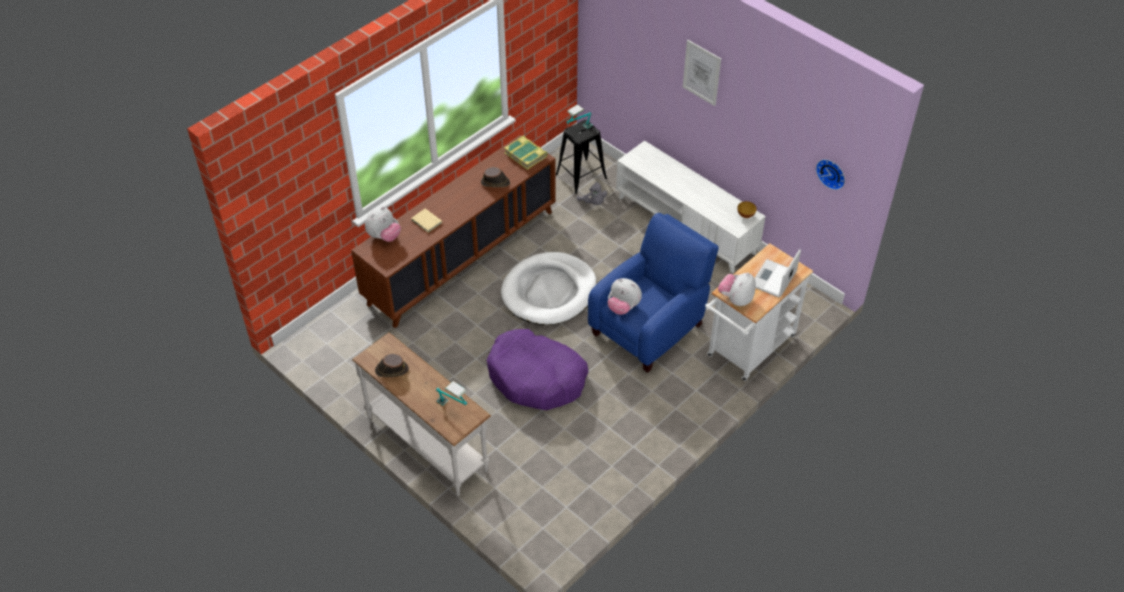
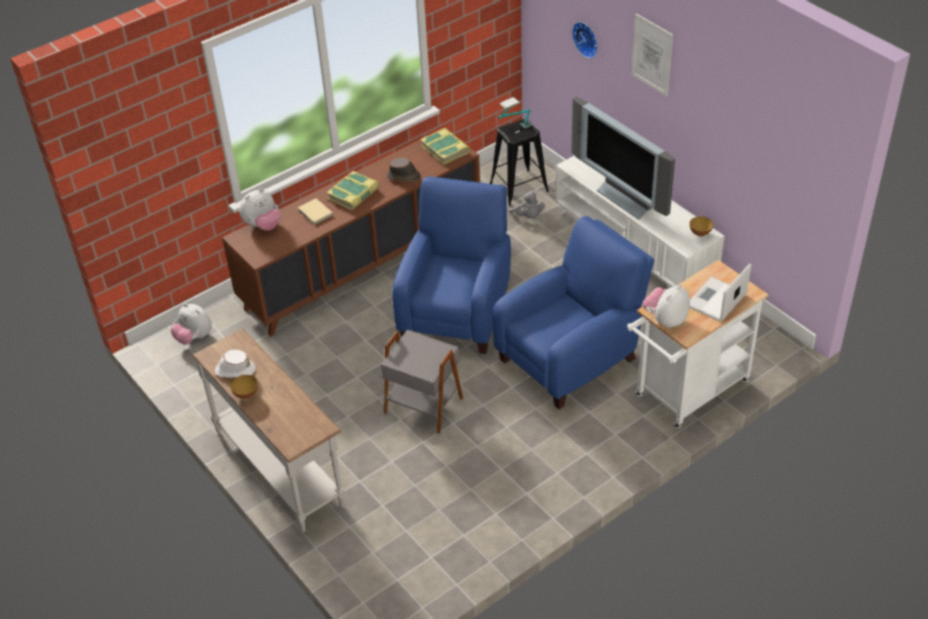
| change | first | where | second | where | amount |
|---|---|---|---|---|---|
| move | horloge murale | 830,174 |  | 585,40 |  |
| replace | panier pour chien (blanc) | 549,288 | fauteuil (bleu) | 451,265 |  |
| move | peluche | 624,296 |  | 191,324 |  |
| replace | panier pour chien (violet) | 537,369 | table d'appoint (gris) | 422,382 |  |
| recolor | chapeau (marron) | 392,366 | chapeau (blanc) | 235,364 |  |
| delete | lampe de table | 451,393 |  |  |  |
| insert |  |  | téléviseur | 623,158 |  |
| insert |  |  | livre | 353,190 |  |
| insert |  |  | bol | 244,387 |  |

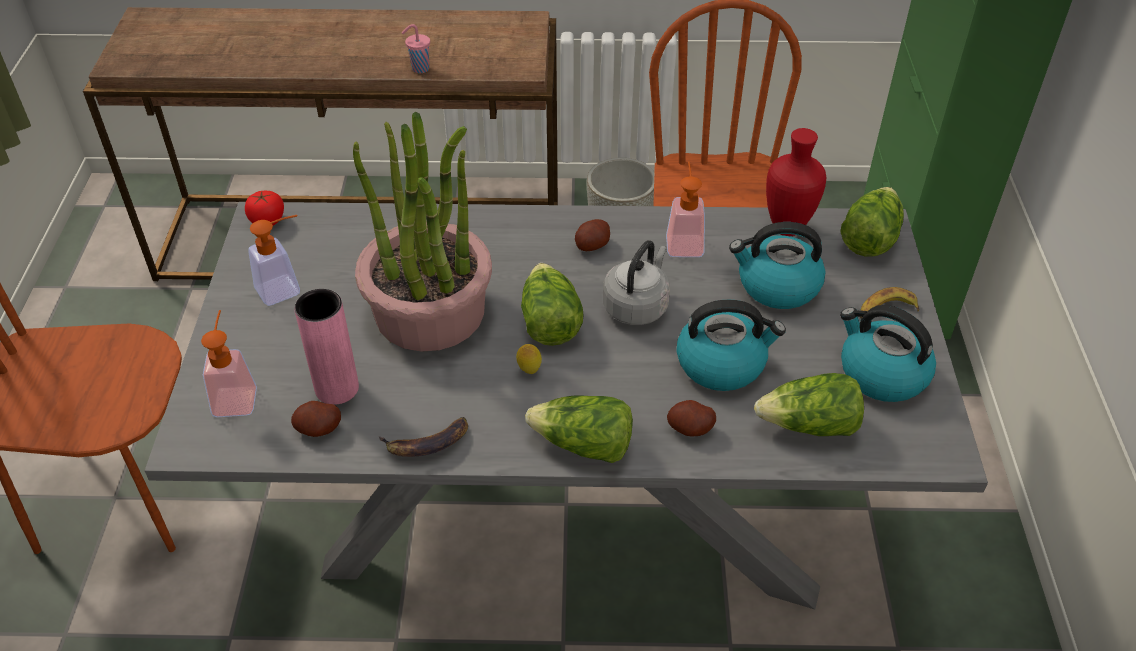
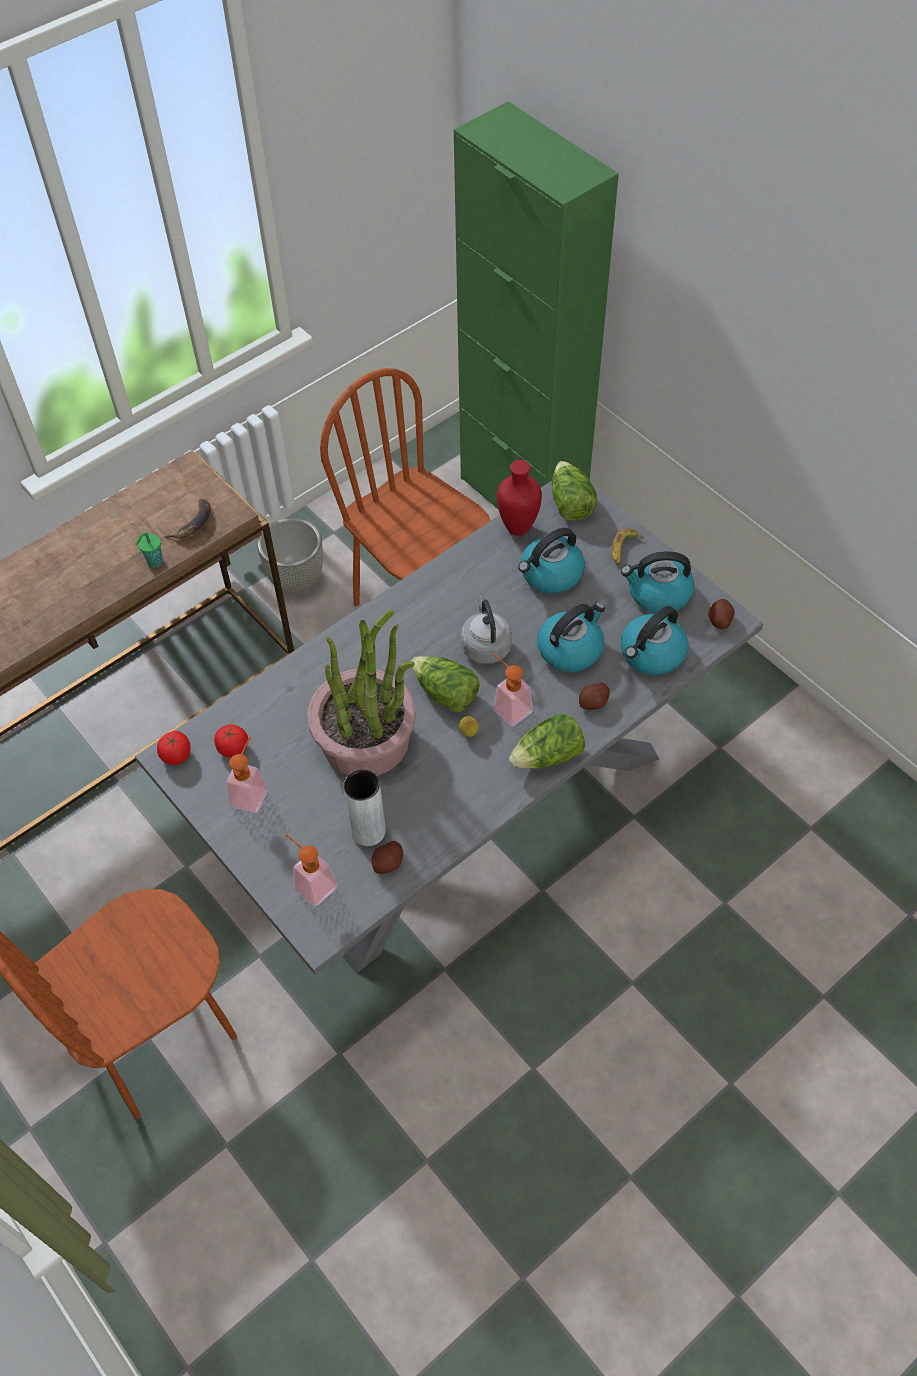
| change | first | where | second | where | amount |
|---|---|---|---|---|---|
| recolor | tasse (rose) | 416,48 | tasse (vert) | 149,550 |  |
| move | distributeur de savon | 685,209 |  | 513,690 |  |
| move | pomme de terre | 592,235 |  | 721,614 |  |
| recolor | vase (rose) | 326,347 | vase (gris) | 364,807 |  |
| replace | laitue | 809,404 | bouilloire | 654,640 |  |
| move | banane | 423,437 |  | 187,519 |  |
| insert |  |  | tomate | 231,741 |  |

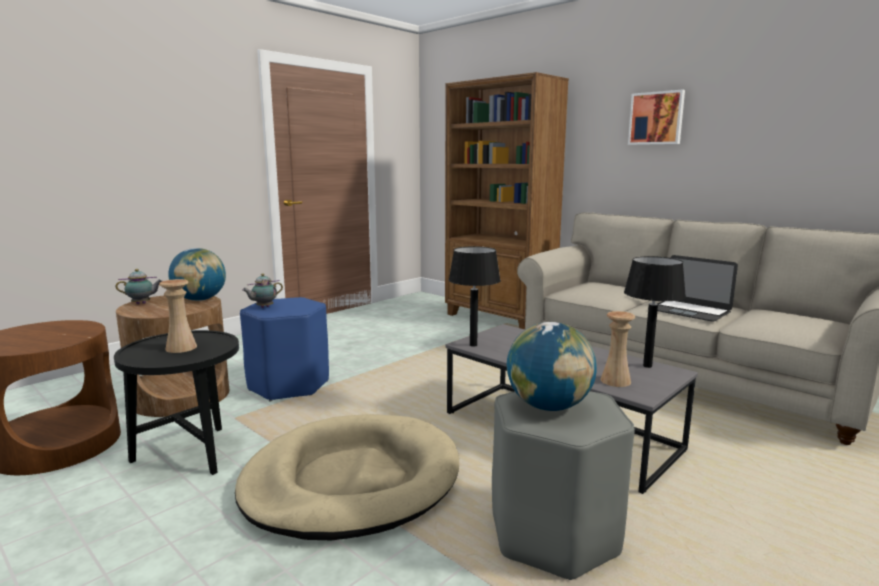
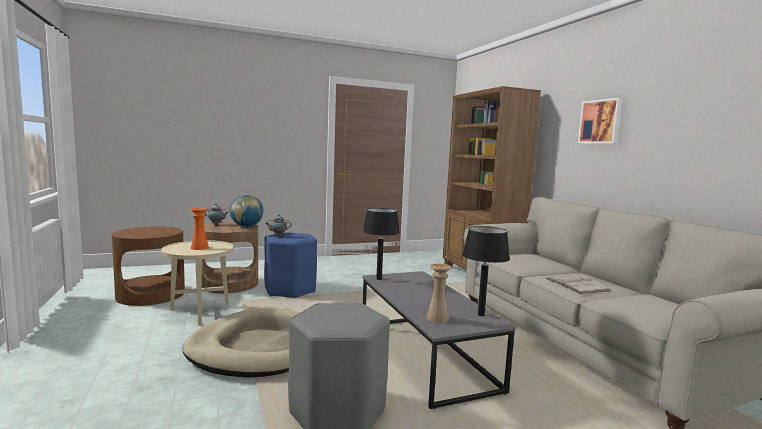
| change | first | where | second | where | amount |
|---|---|---|---|---|---|
| replace | ordinateur portable | 693,288 | livre (blanc) | 578,283 |  |
| recolor | vase (beige) | 178,316 | vase (orange) | 200,229 |  |
| delete | globe | 551,366 |  |  |  |
| recolor | table d'appoint (noir) | 176,402 | table d'appoint (beige) | 197,283 |  |

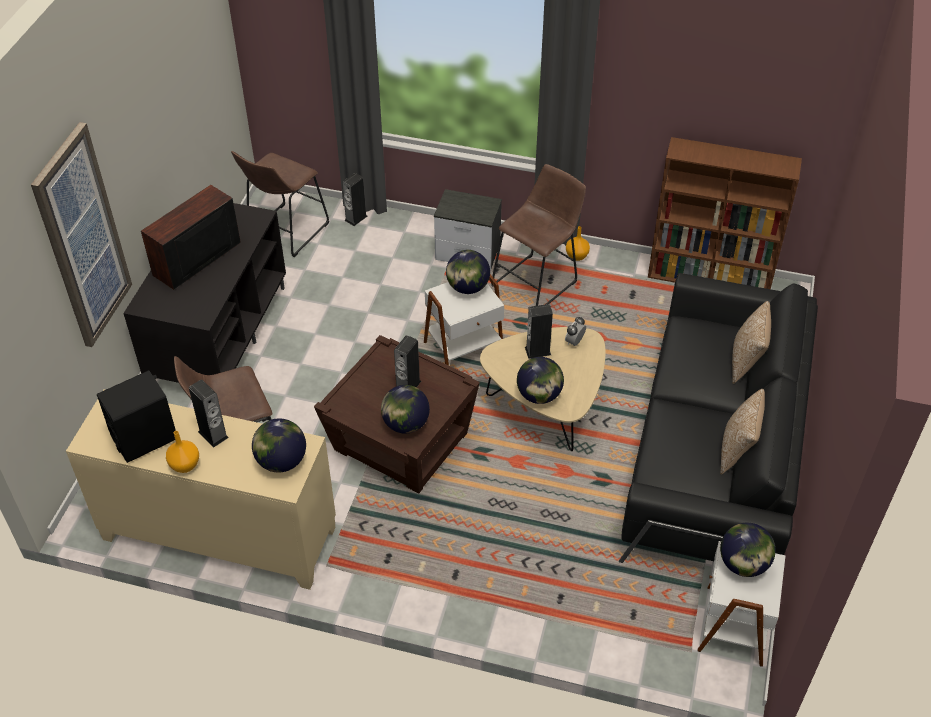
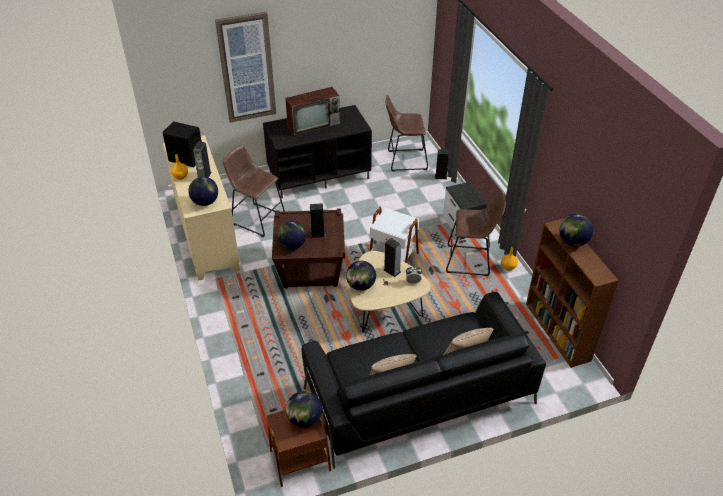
| change | first | where | second | where | amount |
|---|---|---|---|---|---|
| rotate | téléviseur | 191,237 |  | 312,111 | 150 degrees clockwise |
| move | globe | 468,272 |  | 576,230 |  |
| recolor | table d'appoint (blanc) | 741,604 | table d'appoint (marron) | 299,448 |  |

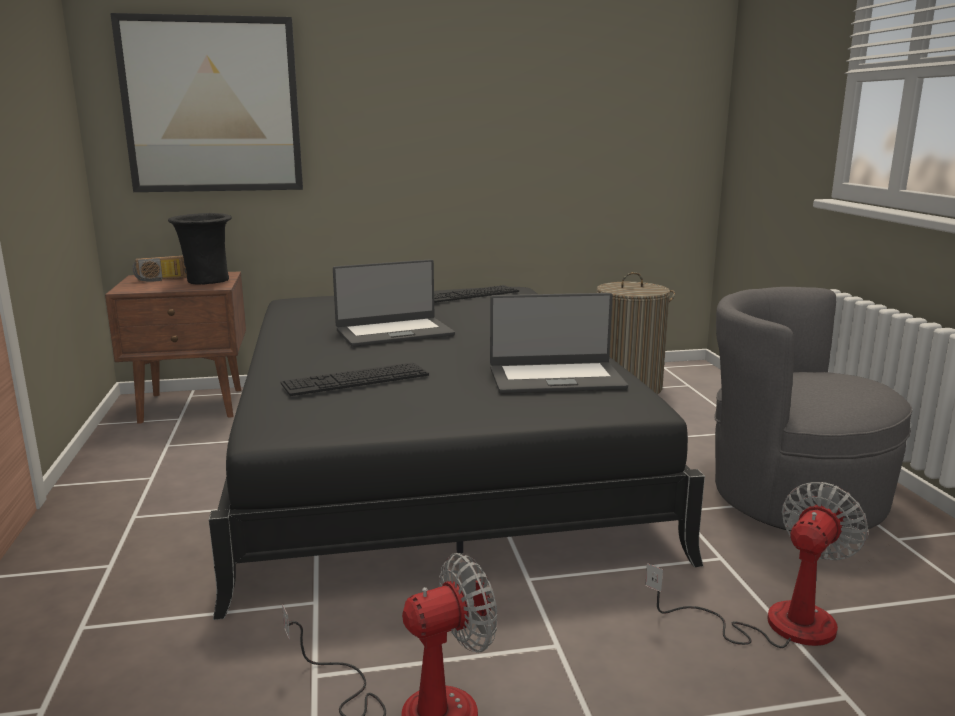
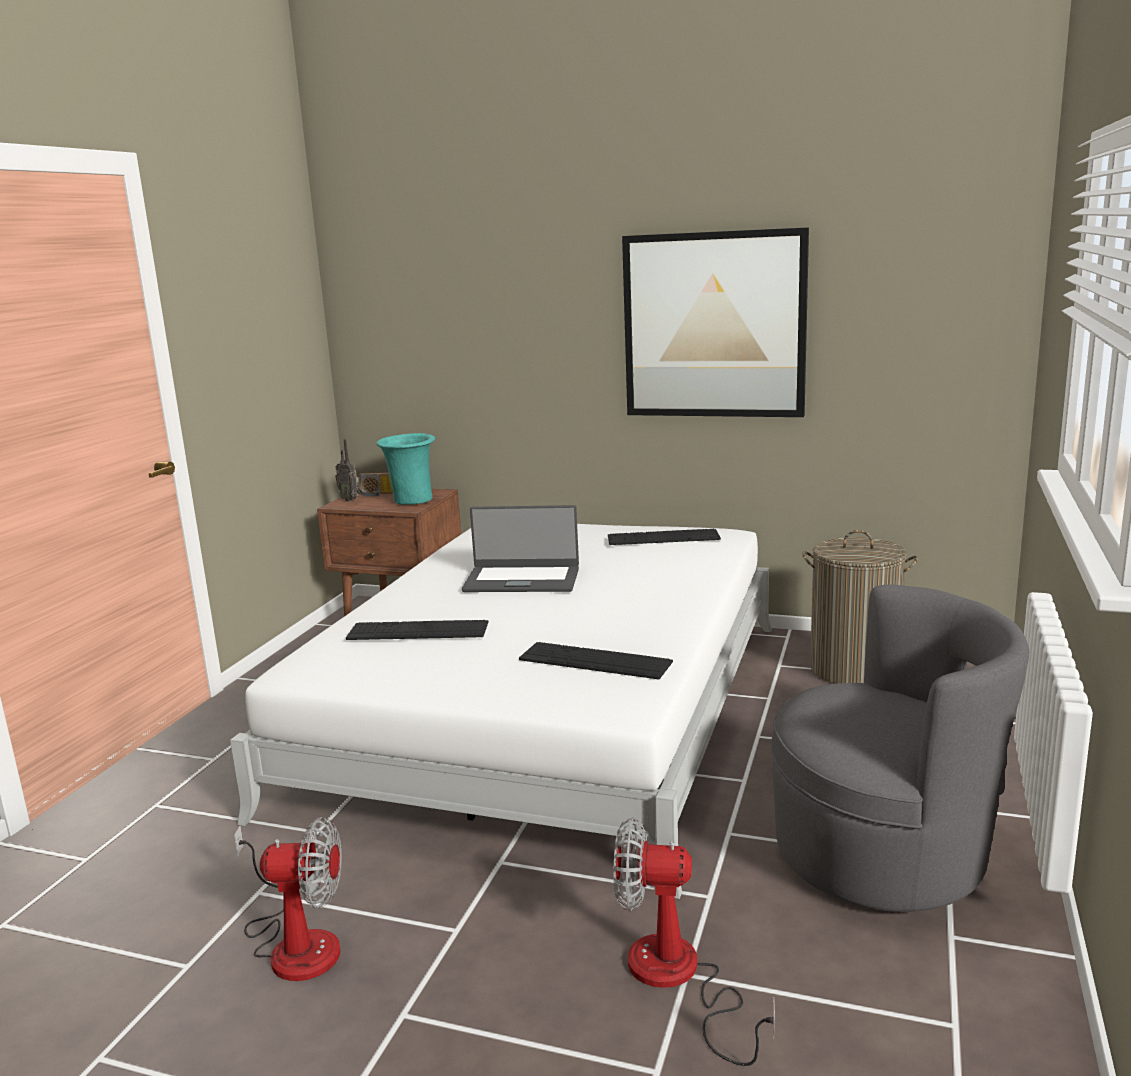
| change | first | where | second | where | amount |
|---|---|---|---|---|---|
| move | tableau | 206,102 |  | 715,322 |  |
| recolor | vase (noir) | 200,249 | vase (turquoise) | 405,469 |  |
| recolor | lit (noir) | 457,453 | lit (blanc) | 501,711 |  |
| rotate | fauteuil (gris) | 813,409 |  | 900,748 | 120 degrees clockwise |
| replace | ordinateur portable | 559,343 | clavier | 596,660 |  |
| rotate | ventilateur | 757,565 |  | 694,941 | 150 degrees counterclockwise |
| insert |  |  | radio | 347,470 |  |

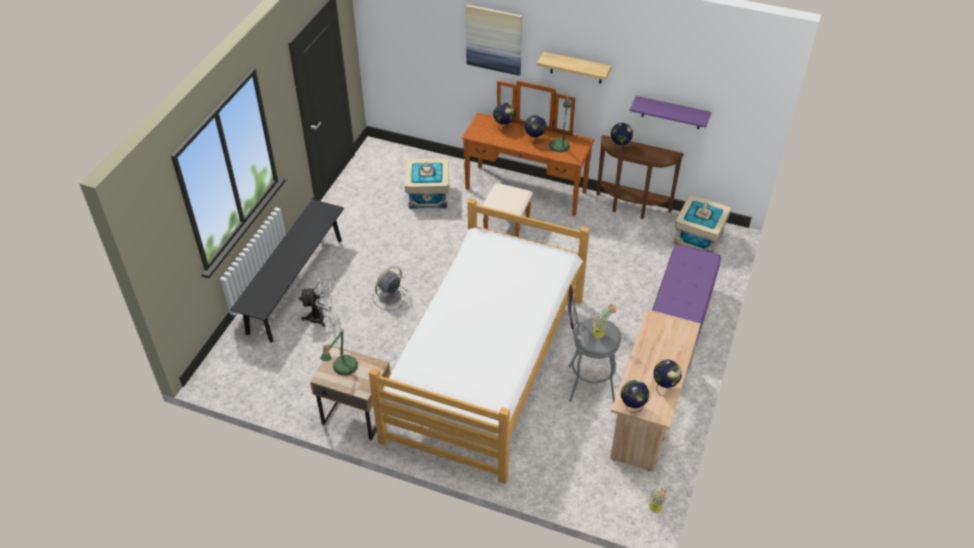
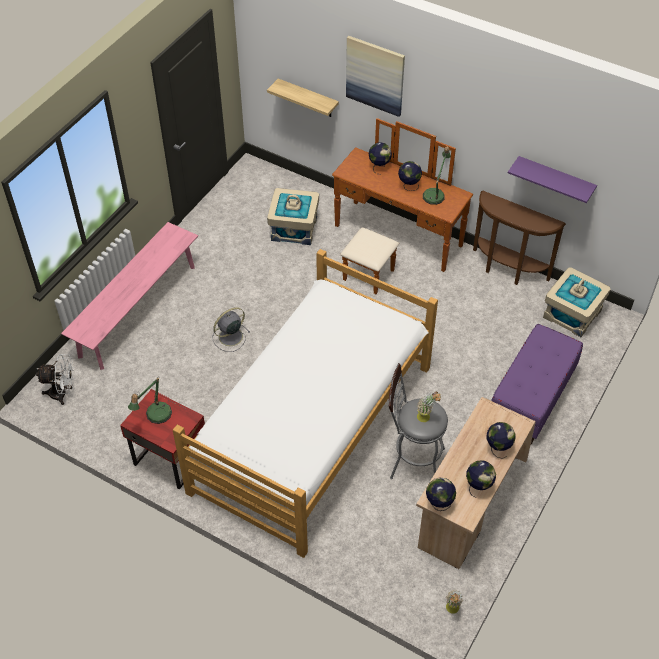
| change | first | where | second | where | amount |
|---|---|---|---|---|---|
| move | étagère | 574,68 |  | 303,98 |  |
| move | globe | 622,138 |  | 501,440 |  |
| recolor | banc (noir) | 287,271 | banc (rose) | 129,296 |  |
| move | ventilateur (blanc) | 316,302 |  | 55,379 |  |
| recolor | table de chevet (beige) | 350,392 | table de chevet (rouge) | 162,439 |  |

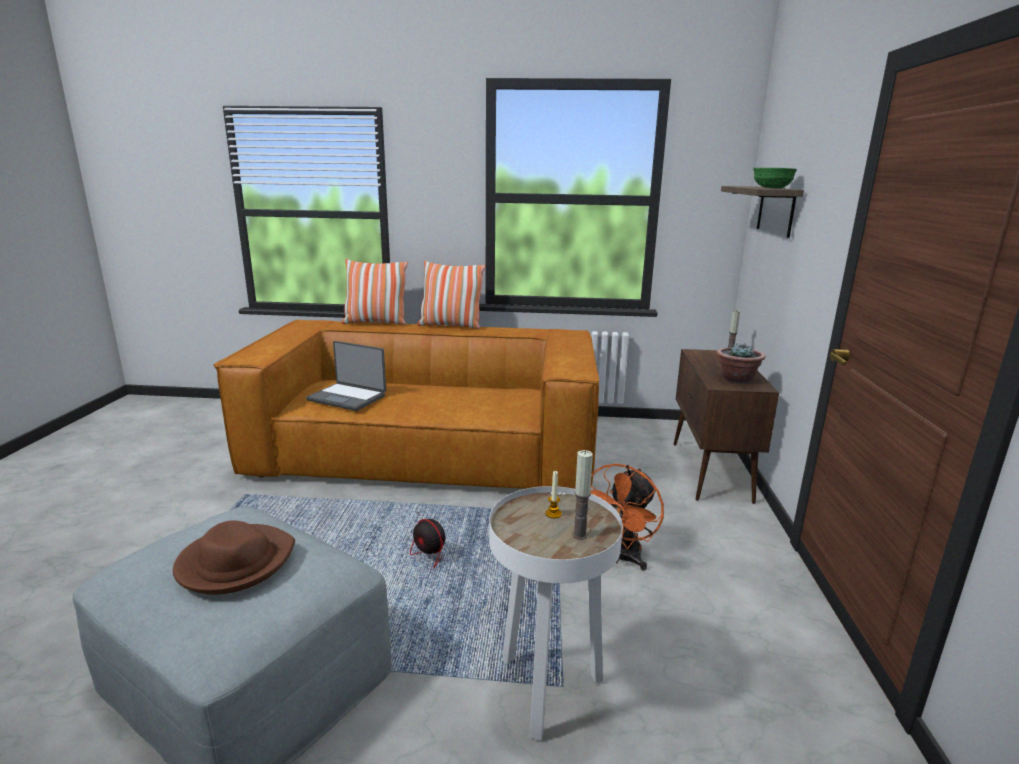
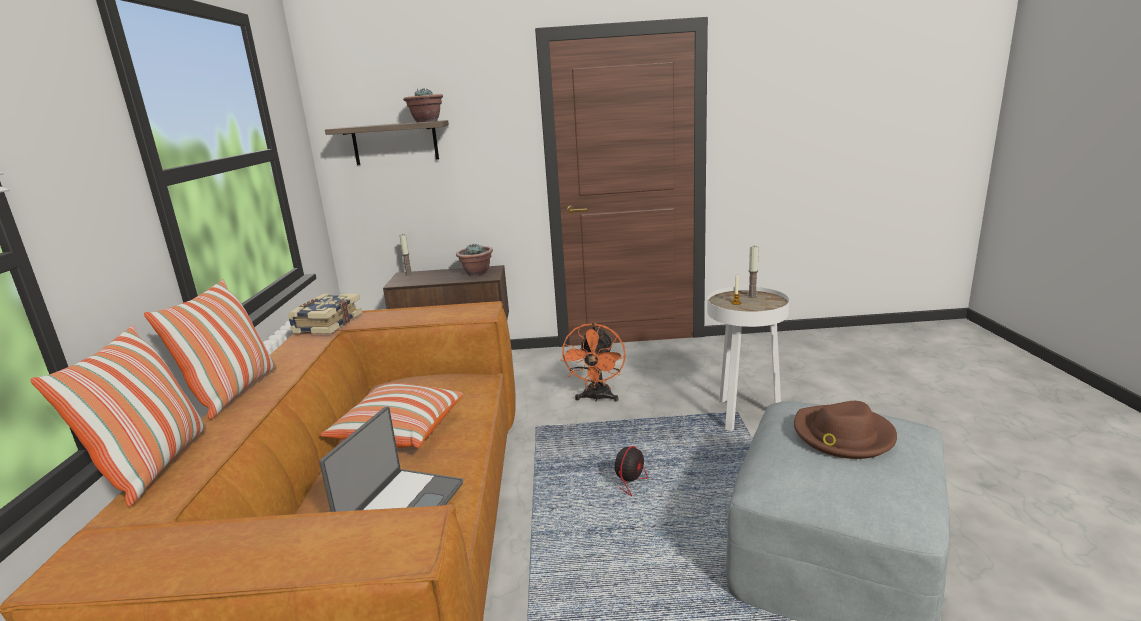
| change | first | where | second | where | amount |
|---|---|---|---|---|---|
| replace | bol (vert) | 775,178 | plante en pot | 423,105 |  |
| rotate | ventilateur (orange) | 627,517 |  | 593,362 | 75 degrees clockwise |
| insert |  |  | livre | 324,313 |  |
| insert |  |  | coussin | 391,415 |  |

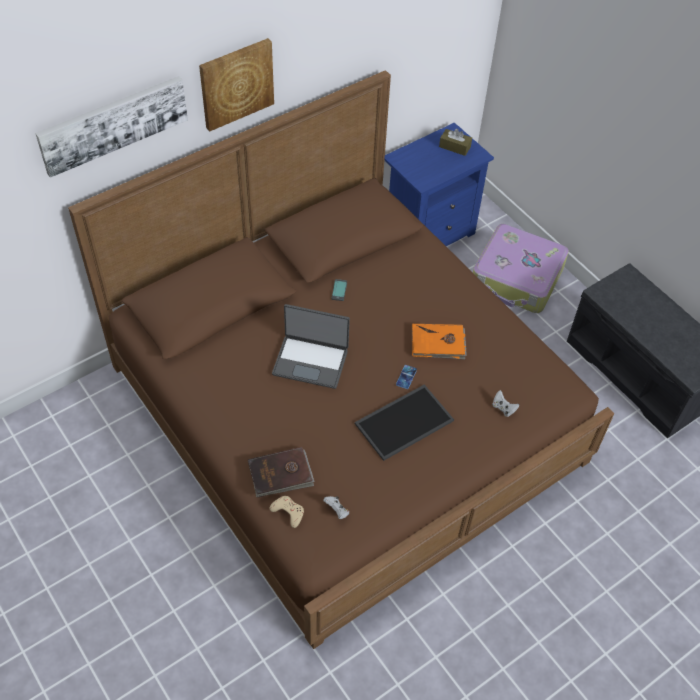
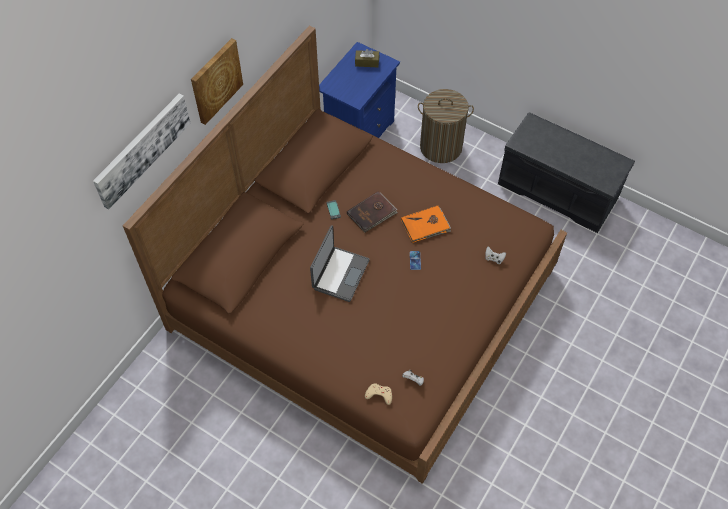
| change | first | where | second | where | amount |
|---|---|---|---|---|---|
| replace | valise | 521,268 | panier à linge | 446,126 |  |
| rotate | ordinateur portable | 311,346 |  | 340,263 | 60 degrees counterclockwise |
| delete | plateau | 404,422 |  |  |  |
| move | livre (marron) | 281,472 |  | 372,212 |  |

